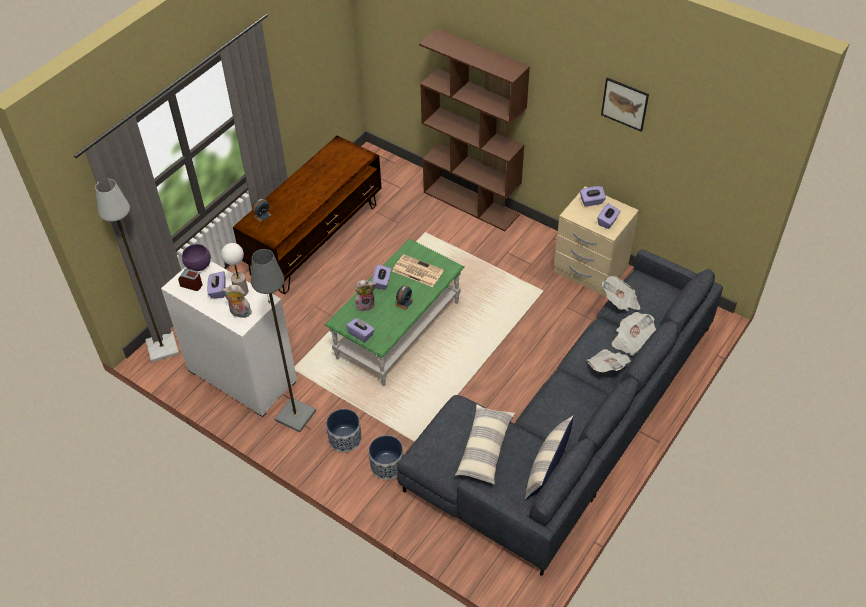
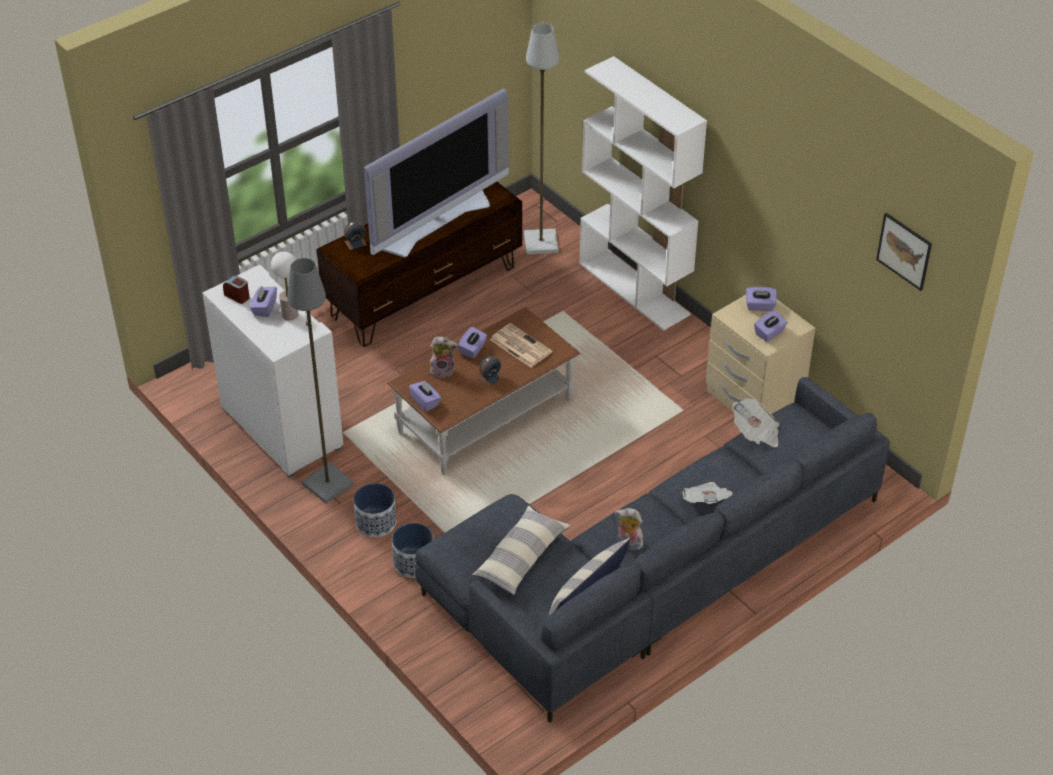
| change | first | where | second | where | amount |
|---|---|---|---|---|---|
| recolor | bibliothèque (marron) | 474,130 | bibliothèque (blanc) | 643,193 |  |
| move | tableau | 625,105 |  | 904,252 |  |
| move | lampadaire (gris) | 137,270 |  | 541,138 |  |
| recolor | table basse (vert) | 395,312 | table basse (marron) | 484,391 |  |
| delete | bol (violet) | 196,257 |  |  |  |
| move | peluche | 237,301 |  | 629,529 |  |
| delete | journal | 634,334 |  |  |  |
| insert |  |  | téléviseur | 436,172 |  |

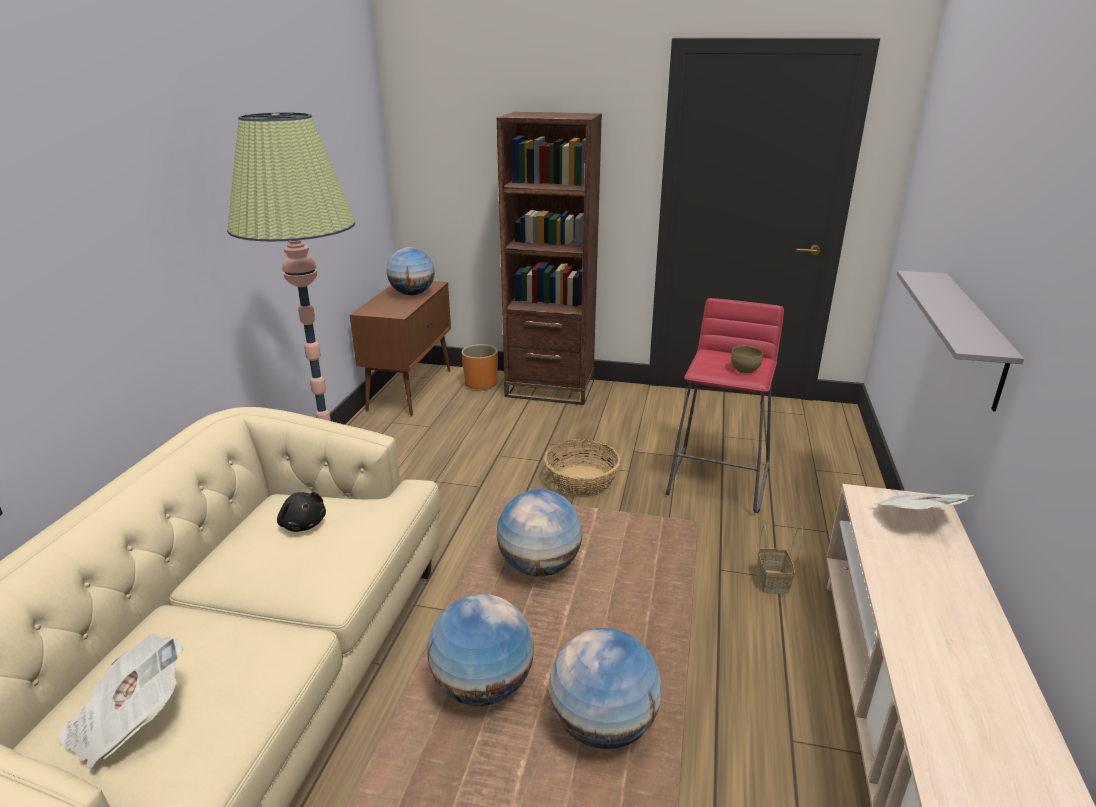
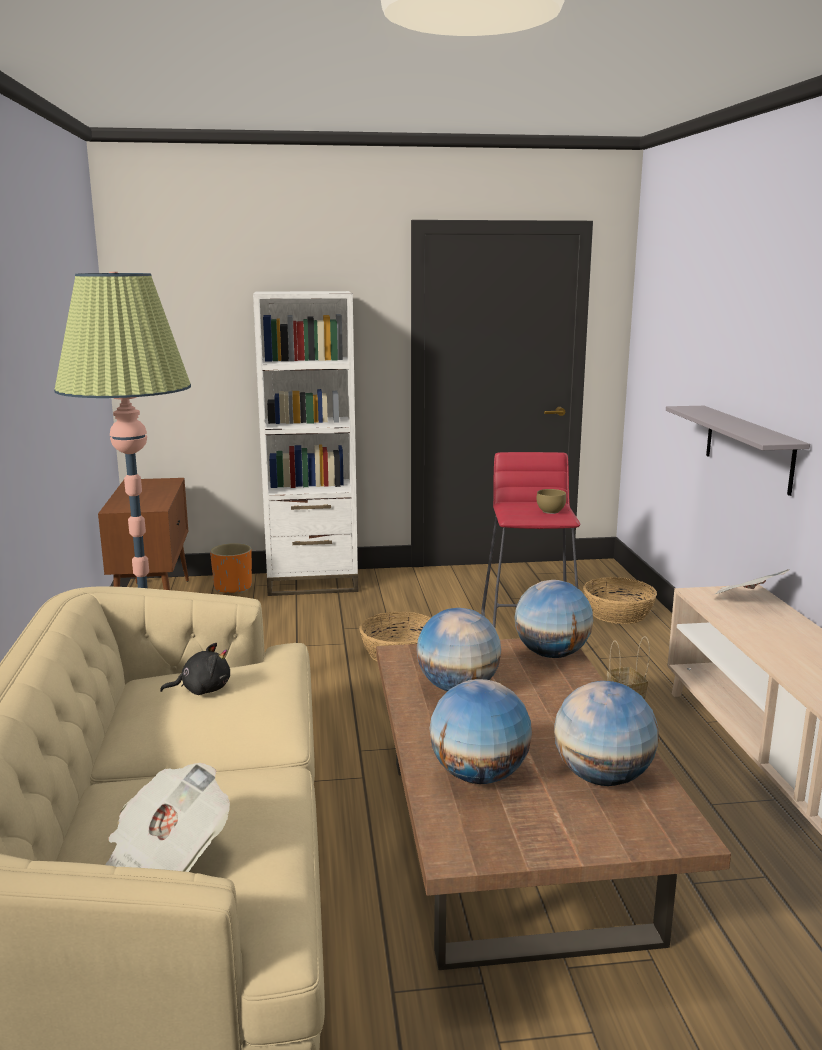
| change | first | where | second | where | amount |
|---|---|---|---|---|---|
| recolor | bibliothèque (marron) | 549,258 | bibliothèque (blanc) | 305,443 |  |
| move | globe | 411,271 |  | 553,619 |  |
| rotate | peluche (noir) | 301,512 |  | 195,669 | 45 degrees counterclockwise |
| insert |  |  | panier | 620,600 |  |

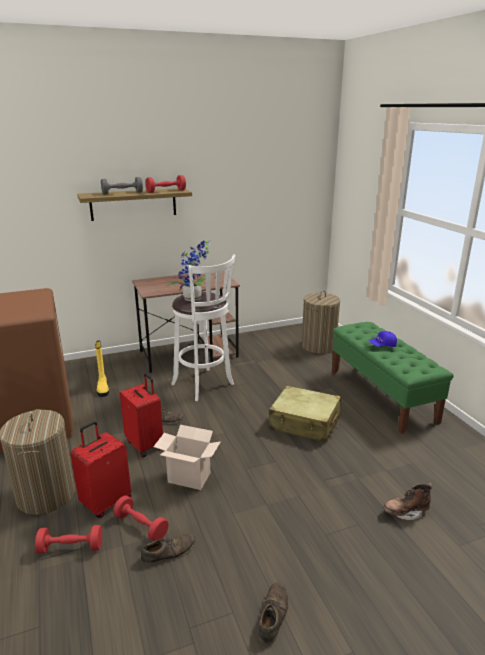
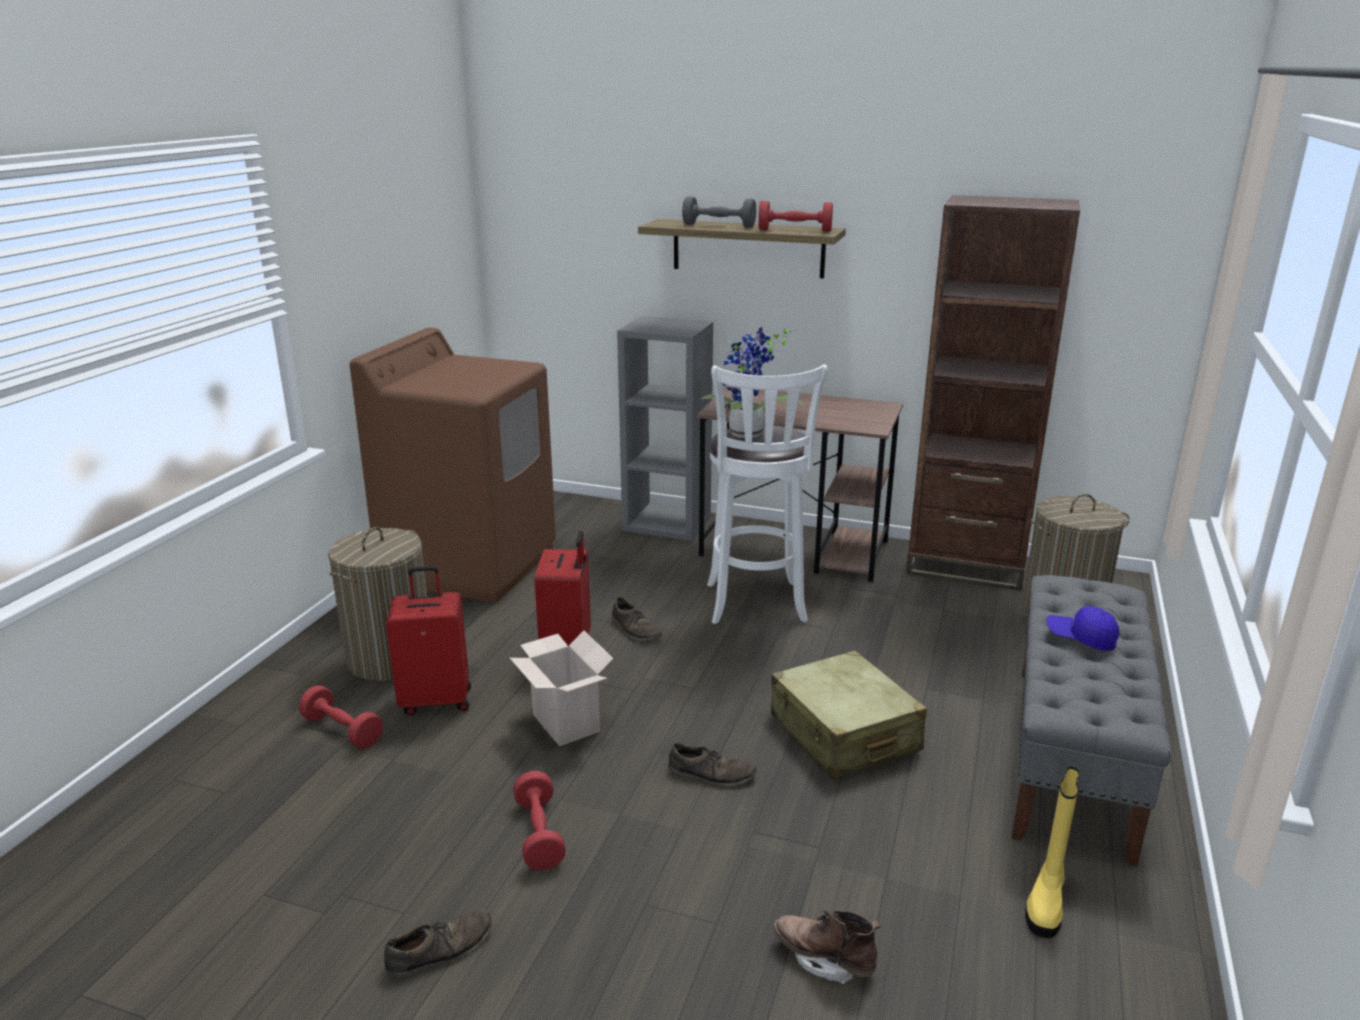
| change | first | where | second | where | amount |
|---|---|---|---|---|---|
| recolor | banc (vert) | 393,378 | banc (gris) | 1091,720 |  |
| move | botte (jaune) | 102,369 |  | 1052,852 |  |
| move | haltère (rouge) | 140,518 |  | 539,820 |  |
| move | chaussure (marron) | 168,549 |  | 713,765 |  |
| insert |  |  | bibliothèque (marron) | 993,393 |  |
| insert |  |  | bibliothèque (gris) | 665,428 |  |

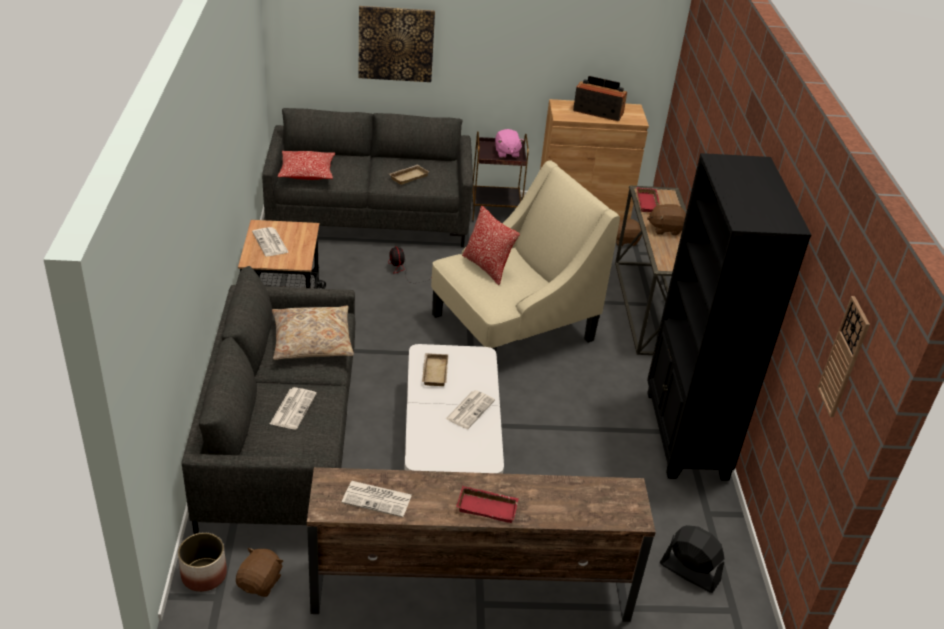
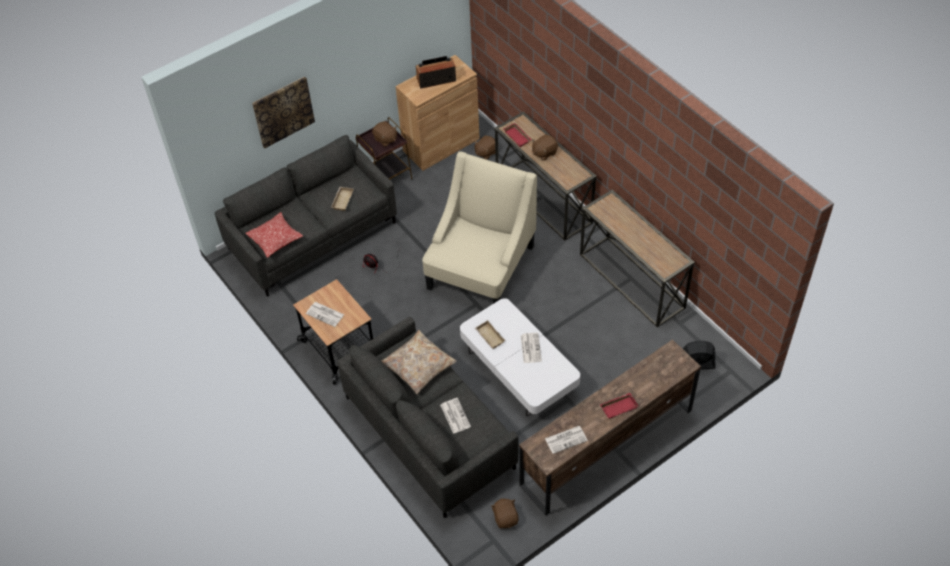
| change | first | where | second | where | amount |
|---|---|---|---|---|---|
| recolor | peluche (rose) | 509,143 | peluche (marron) | 384,134 |  |
| replace | bibliothèque (noir) | 729,317 | table console | 637,258 |  |
| delete | coussin | 491,245 |  |  |  |
| delete | horloge murale | 843,356 |  |  |  |
| delete | cache-pot | 202,562 |  |  |  |

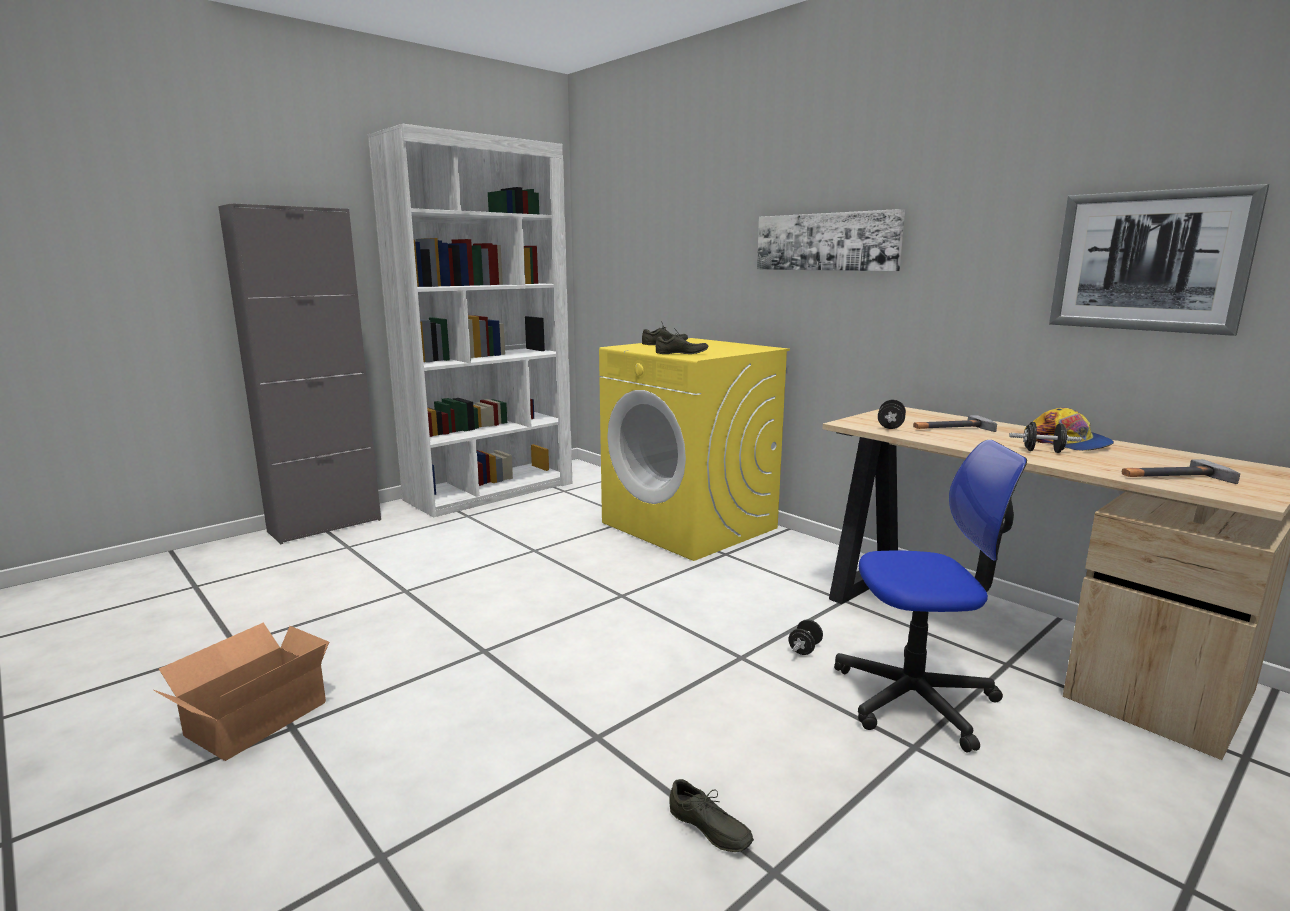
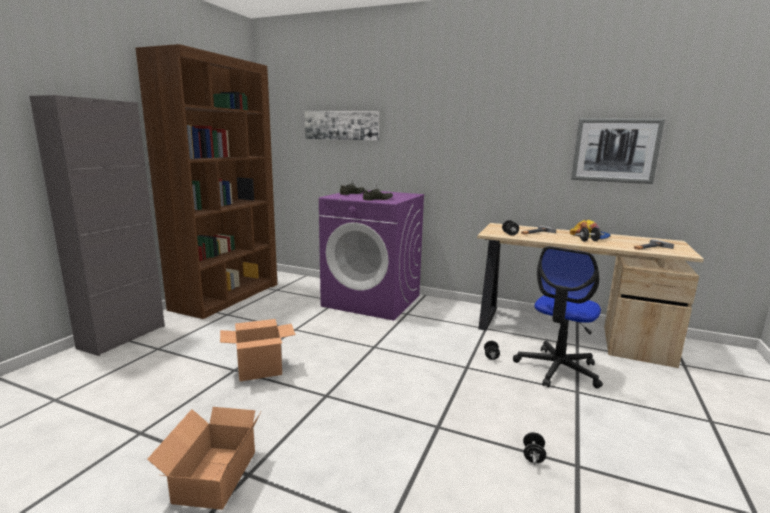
| change | first | where | second | where | amount |
|---|---|---|---|---|---|
| recolor | bibliothèque (blanc) | 470,321 | bibliothèque (marron) | 206,181 |  |
| move | tableau | 831,240 |  | 342,126 |  |
| recolor | lave-linge (jaune) | 694,449 | lave-linge (violet) | 372,255 |  |
| rotate | chaise de bureau | 930,596 |  | 558,317 | 150 degrees clockwise |
| replace | chaussure (gris) | 711,815 | haltère (noir) | 534,448 |  |
| insert |  |  | carton | 258,350 |  |

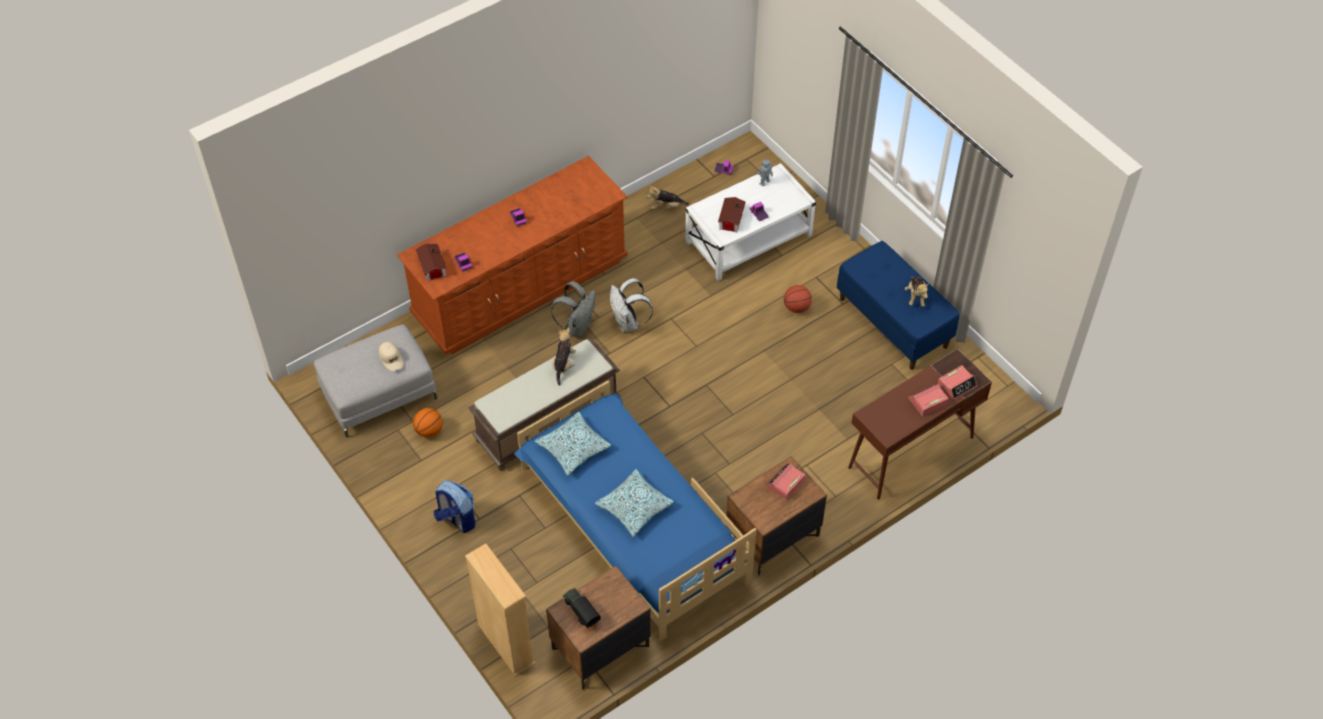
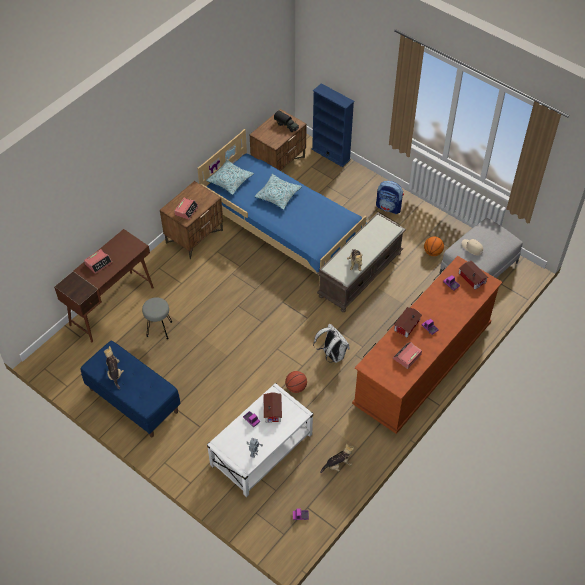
| change | first | where | second | where | amount |
|---|---|---|---|---|---|
| delete | sac à dos (gris) | 573,309 |  |  |  |
| move | ballon de basket | 798,299 |  | 296,382 |  |
| move | réveil | 957,382 |  | 407,355 |  |
| move | coussin | 572,444 |  | 230,177 |  |
| recolor | bibliothèque (beige) | 500,610 | bibliothèque (bleu) | 332,125 |  |
| insert |  |  | tabouret (gris) | 157,318 |  |
| insert |  |  | maison miniature | 408,322 |  |

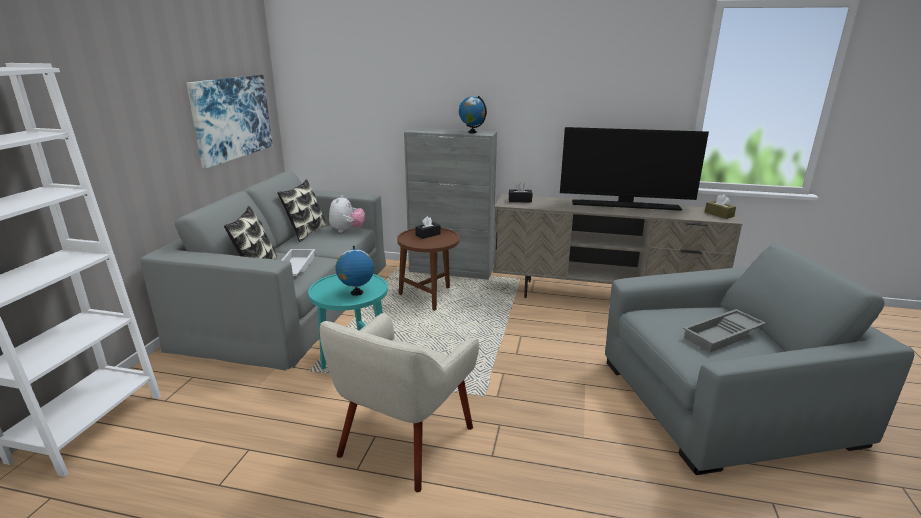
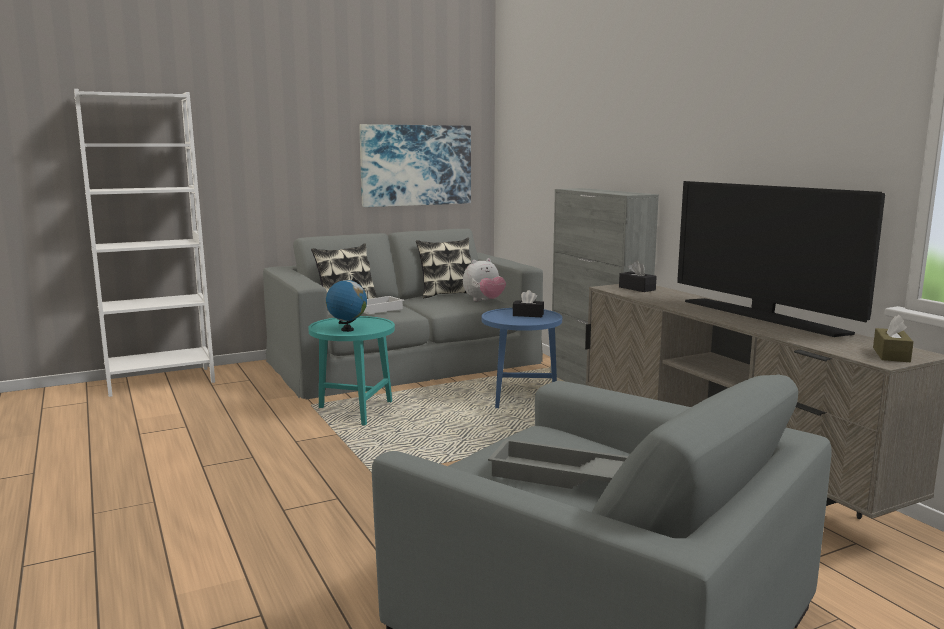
| change | first | where | second | where | amount |
|---|---|---|---|---|---|
| delete | globe | 473,114 |  |  |  |
| recolor | table d'appoint (marron) | 428,269 | table d'appoint (bleu) | 521,358 |  |
| delete | fauteuil (beige) | 399,402 |  |  |  |

